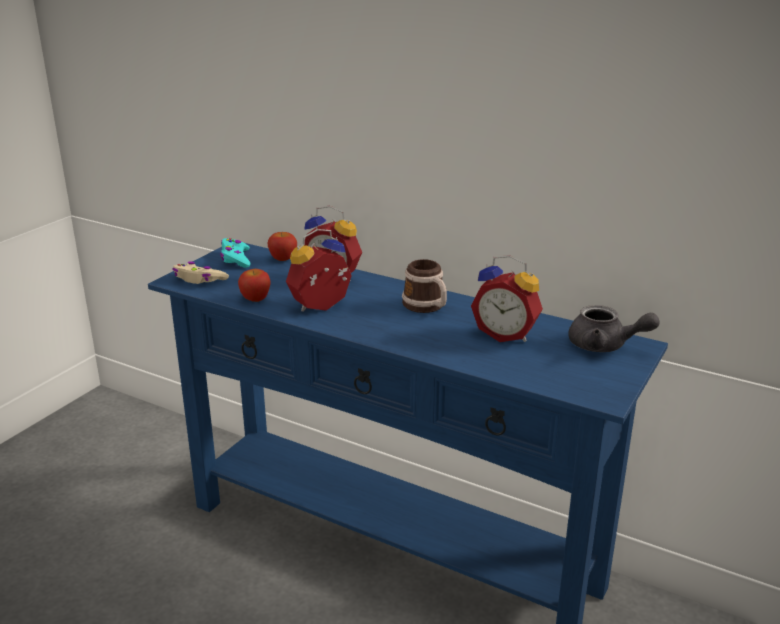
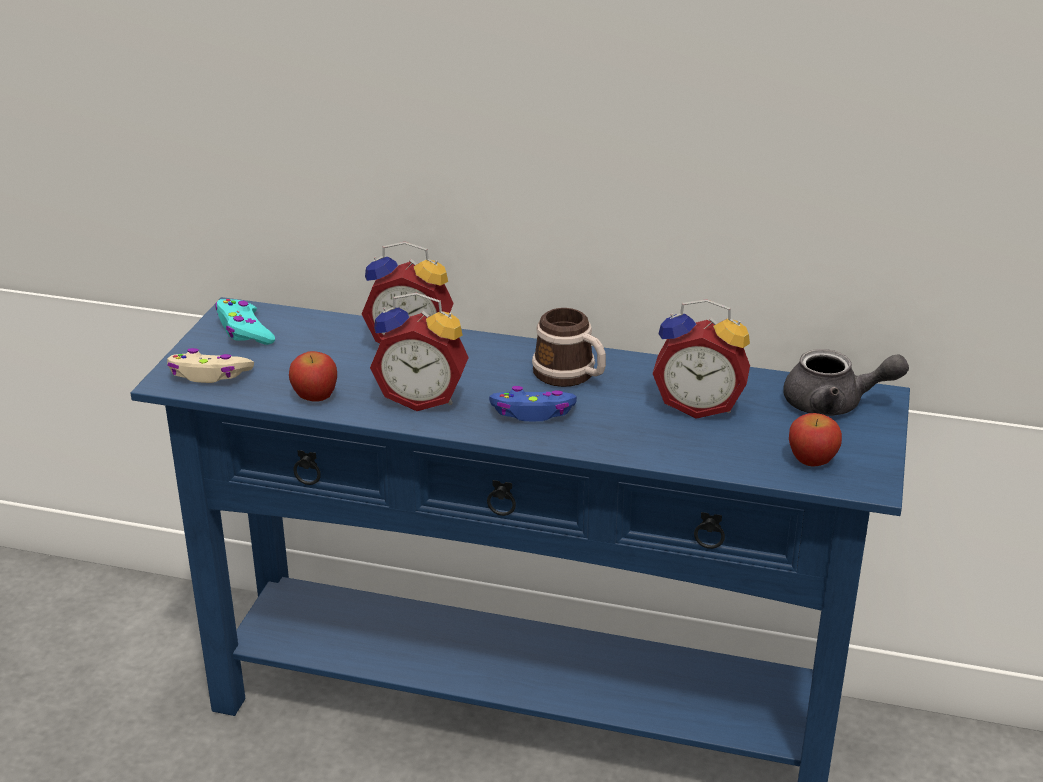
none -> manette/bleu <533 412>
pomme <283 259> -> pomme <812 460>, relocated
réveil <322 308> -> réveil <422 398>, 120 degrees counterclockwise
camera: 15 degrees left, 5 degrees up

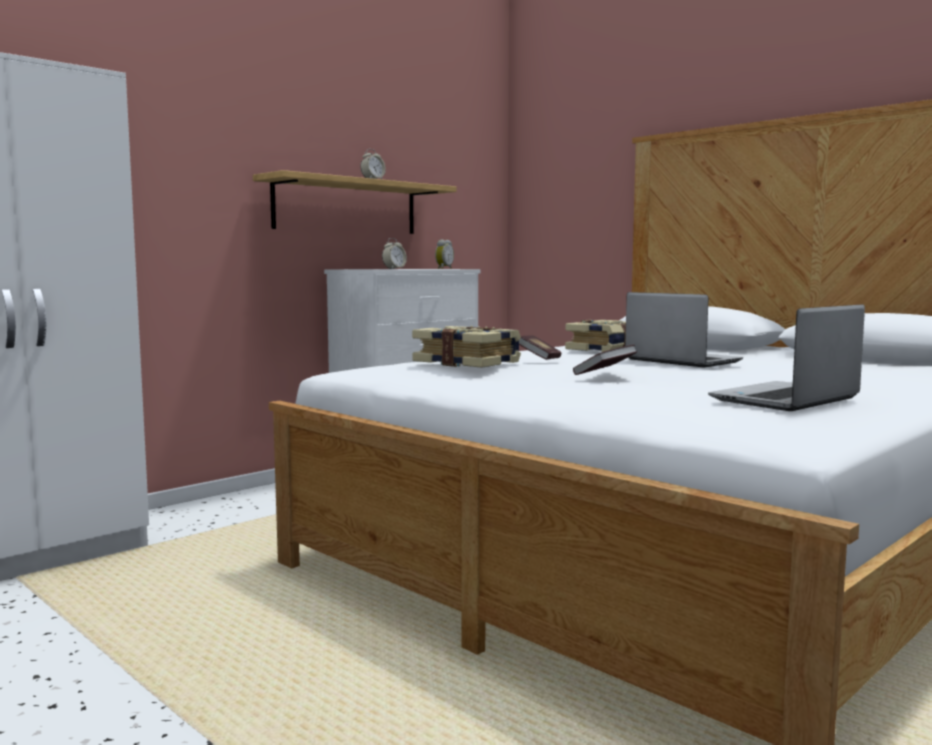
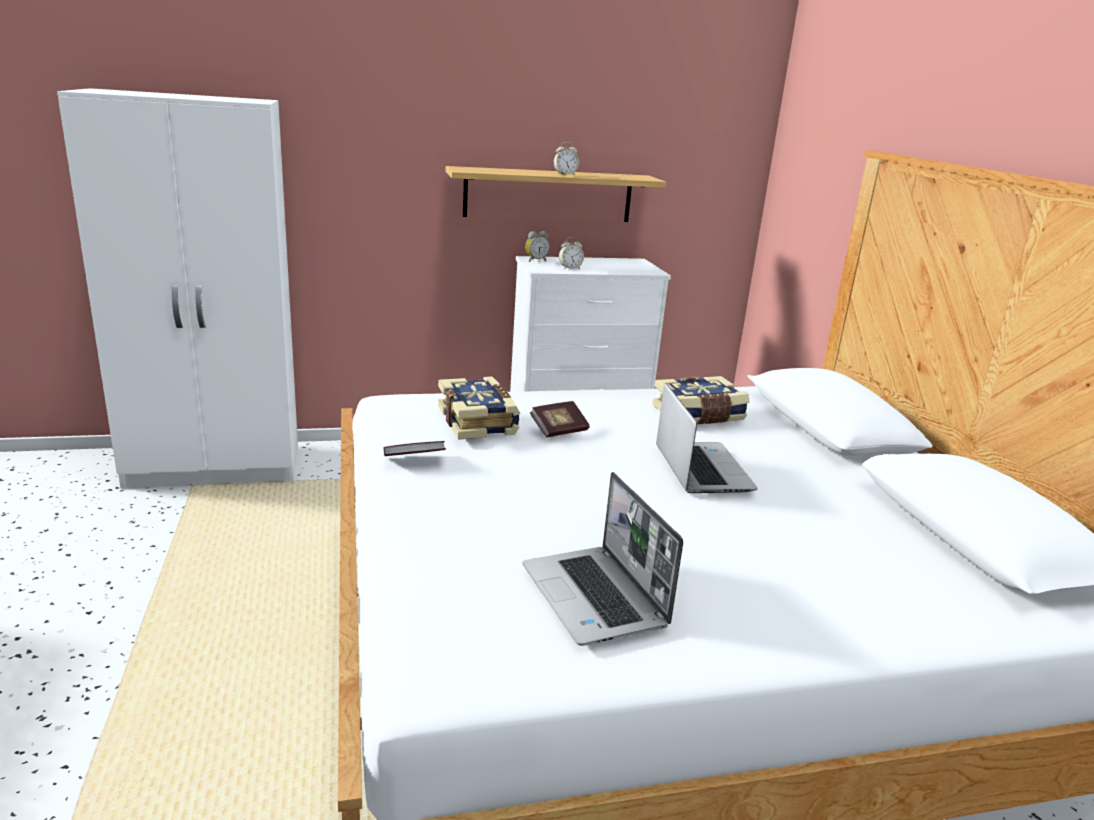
réveil <443 268> -> réveil <535 260>, relocated
livre <604 373> -> livre <414 461>, relocated
ordinateur portable <785 399> -> ordinateur portable <595 597>, 105 degrees counterclockwise
camera: 30 degrees right, 15 degrees up

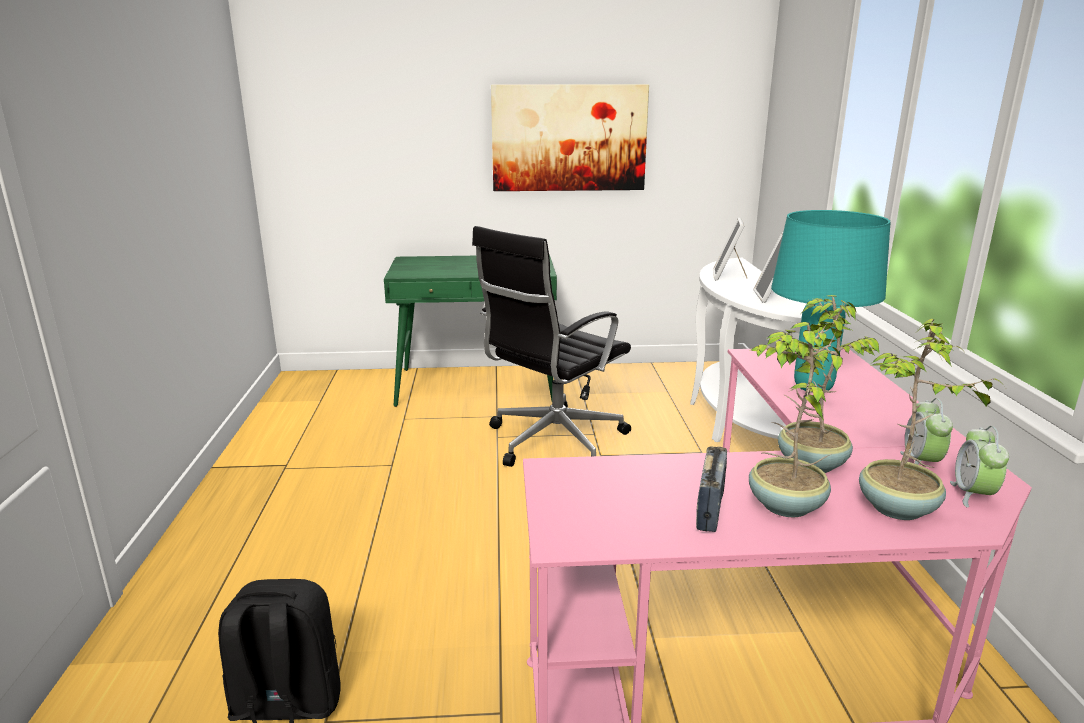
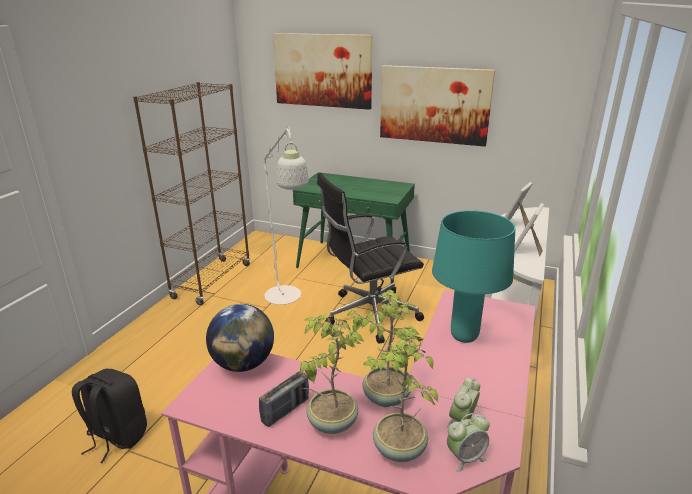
none -> bibliothèque/marron <212 281>
none -> globe <243 364>
none -> lampadaire/blanc <286 299>
none -> tableau <322 70>
réveil <973 495> -> réveil <465 457>, 150 degrees counterclockwise
camera: 25 degrees right, 5 degrees up

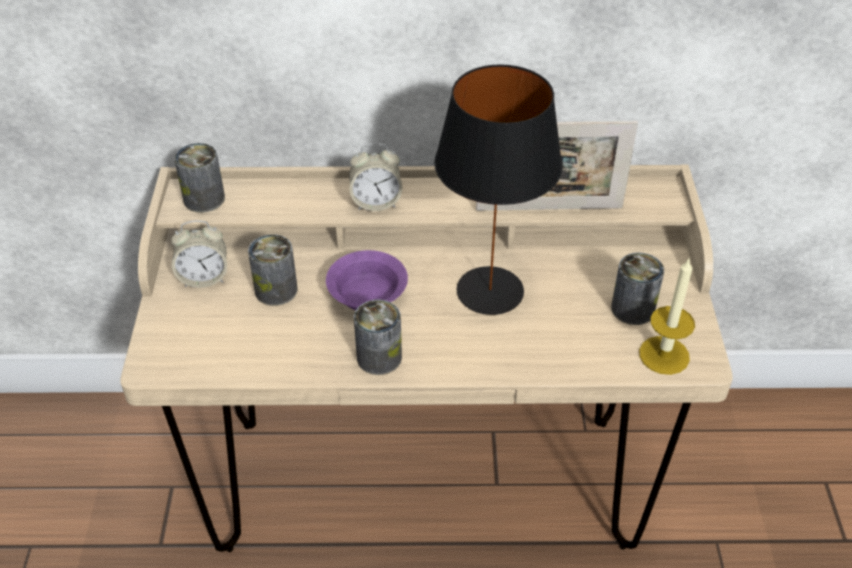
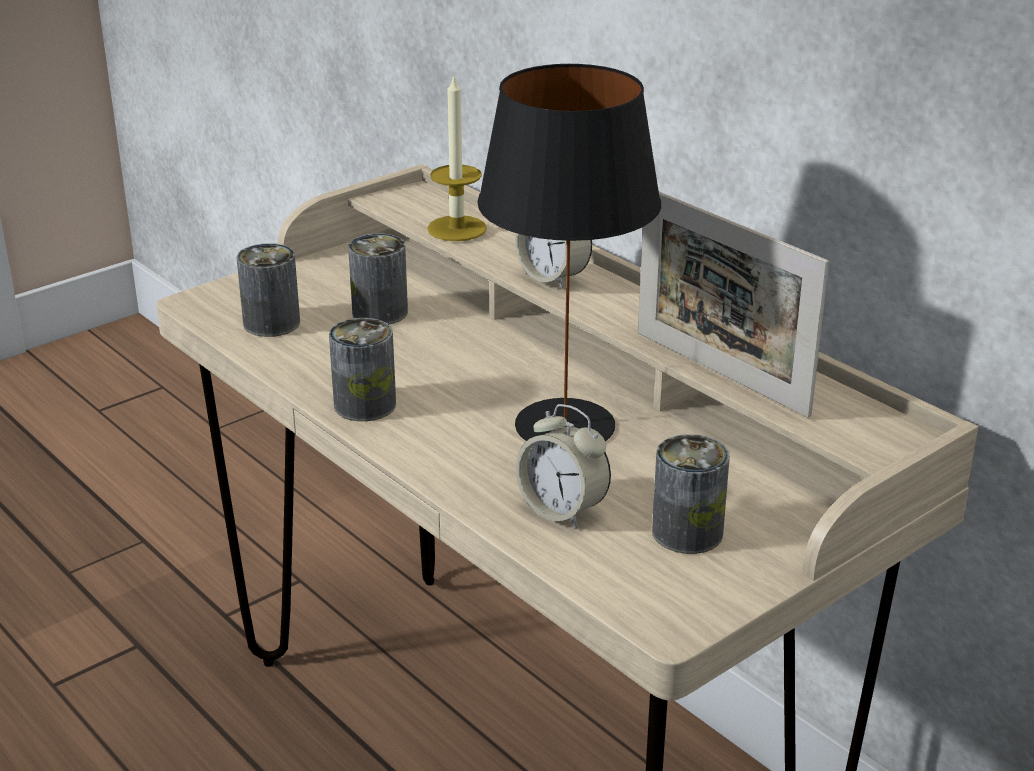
bol/violet <368 296> -> none
réveil <204 278> -> réveil <562 510>, relocated
boîte métallique <204 199> -> boîte métallique <271 323>, relocated
bougie <664 355> -> bougie <457 228>, relocated
camera: 50 degrees right, 15 degrees down

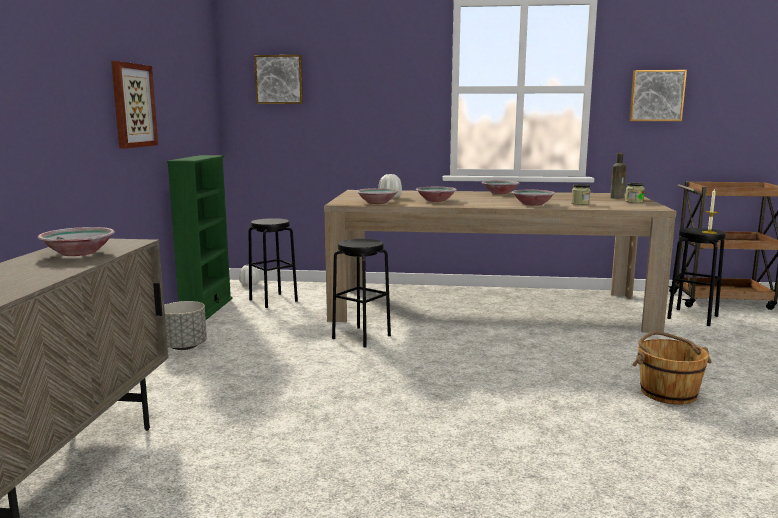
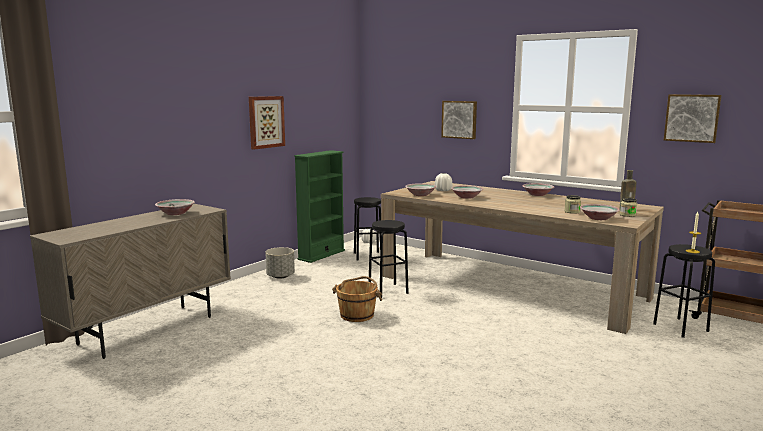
tableau <279 79> -> tableau <459 119>, relocated
bol <532 204> -> bol <598 218>, relocated
seau/marron <667 392> -> seau/marron <357 315>, relocated
camera: 30 degrees right, 0 degrees up

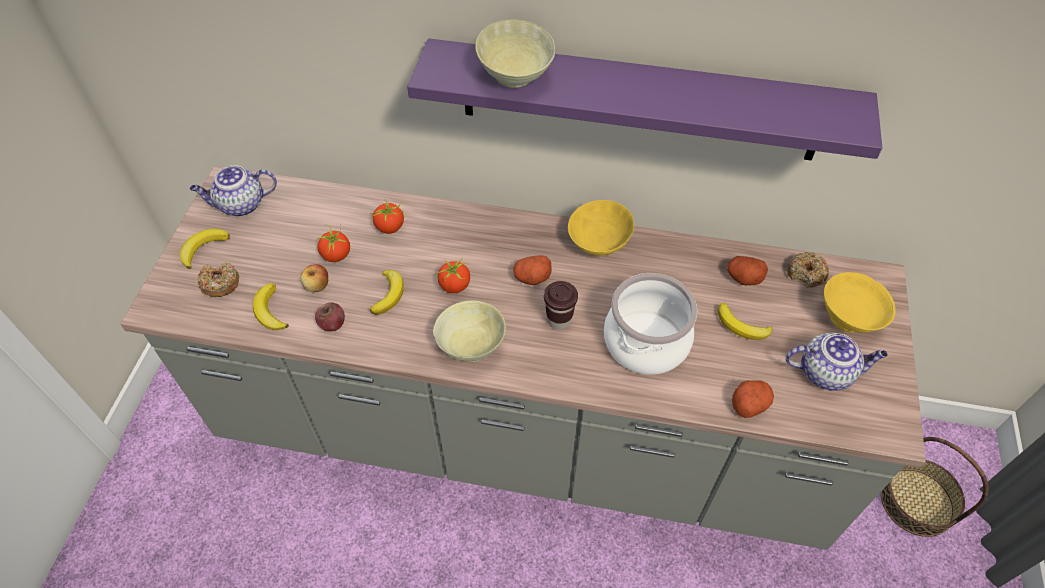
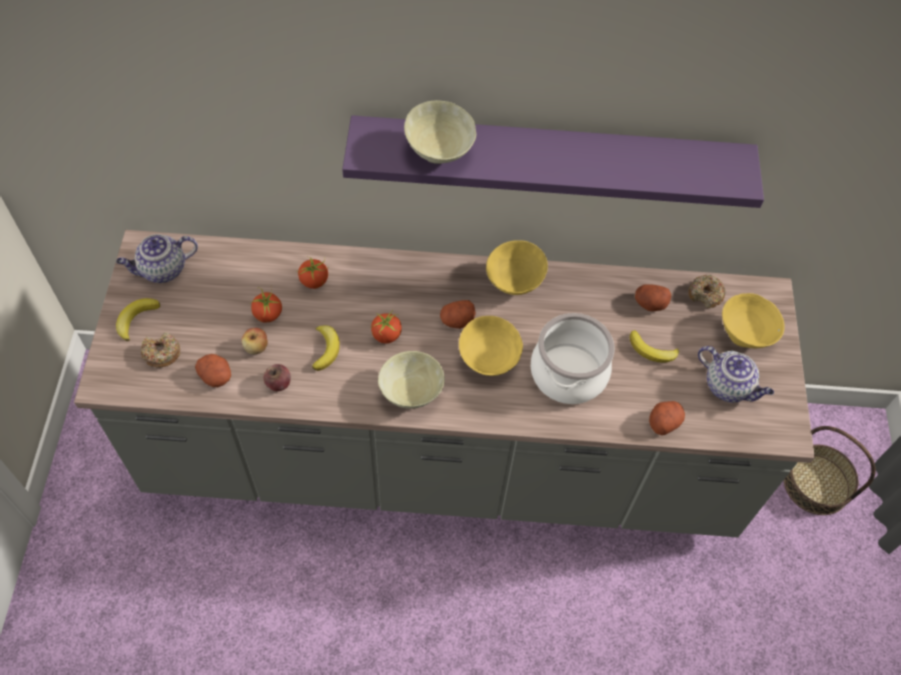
banane <270 311> -> pomme de terre <216 376>
tasse/marron <559 320> -> bol/jaune <487 360>
théière <826 372> -> théière <728 386>, 45 degrees clockwise
camera: 10 degrees left, 5 degrees up

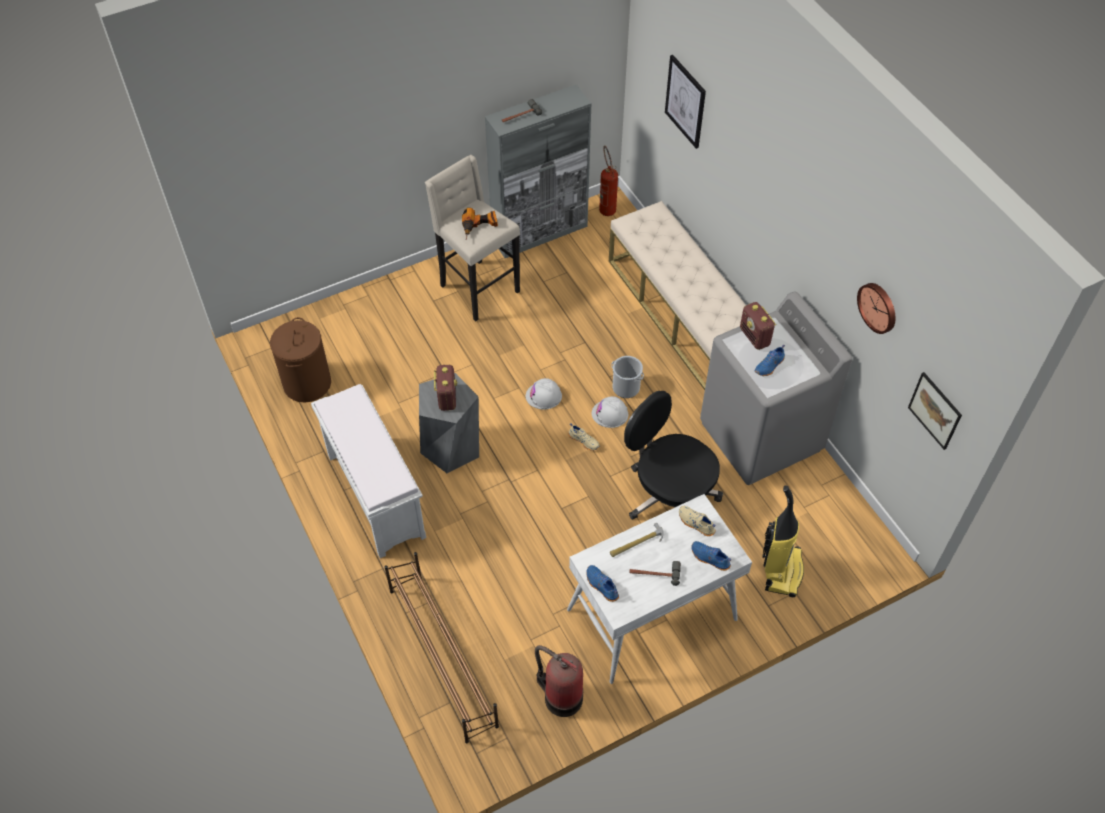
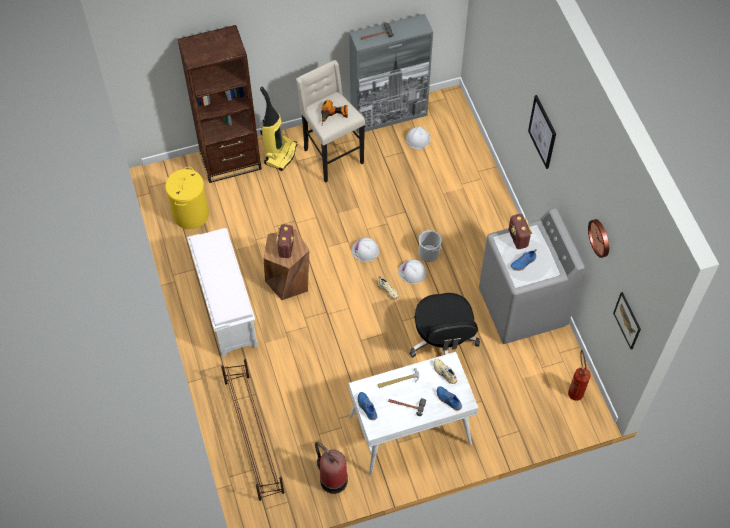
banc/beige <681 314> -> none
none -> bibliothèque/marron <230 161>
none -> casque de chantier/blanc <418 138>
extincteur <606 207> -> extincteur <574 390>, relocated
tableau <685 101> -> tableau <542 132>, relocated
aspirateur <781 570> -> aspirateur <280 154>, relocated
panier à linge/marron <307 383> -> panier à linge/jaune <191 214>
tabouret/gris <451 447> -> tabouret/marron <288 280>
chaise de bureau/noir <669 494> -> chaise de bureau/noir <443 342>, 150 degrees counterclockwise
camera: 10 degrees right, 5 degrees up

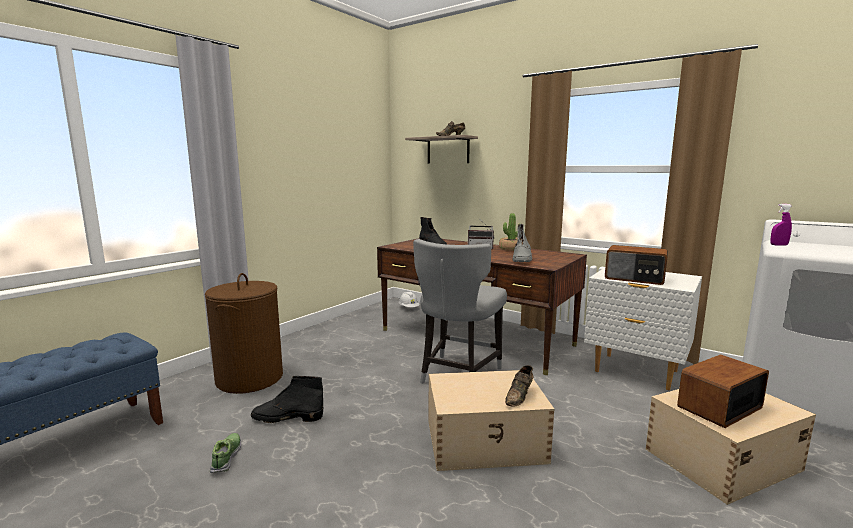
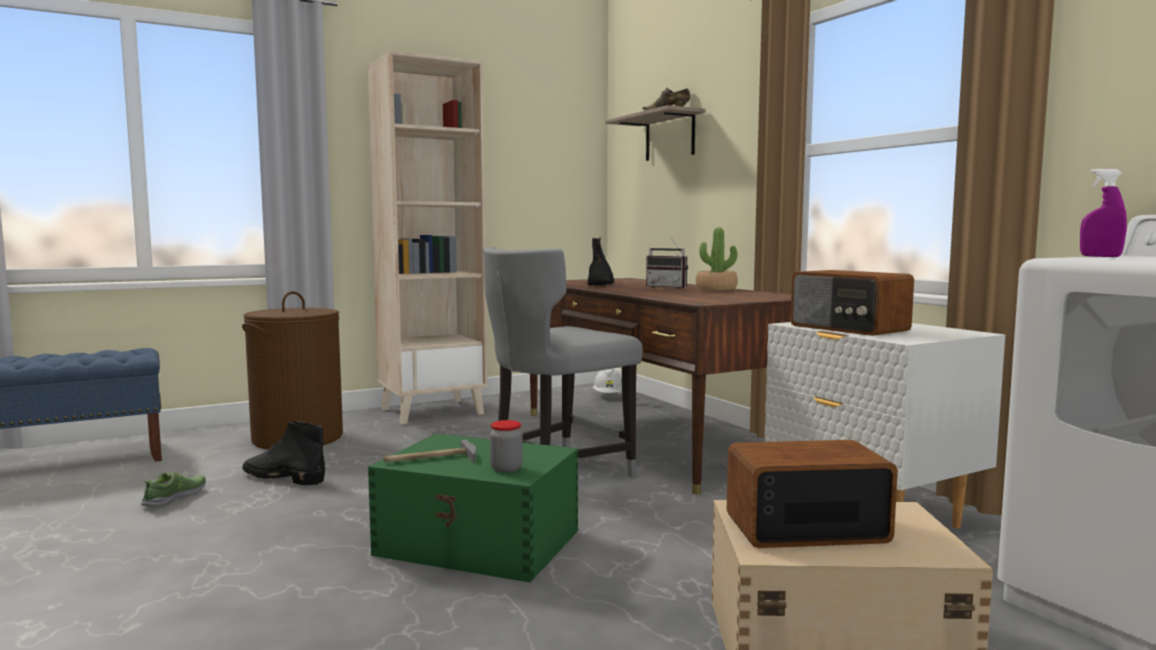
botte/gris <522 259> -> none
none -> bibliothèque/beige <433 411>
none -> marteau <431 459>
chaussure/marron <520 397> -> bocal <506 469>
boîte de rangement/beige <486 441> -> boîte de rangement/vert <480 543>
camera: 25 degrees right, 5 degrees down

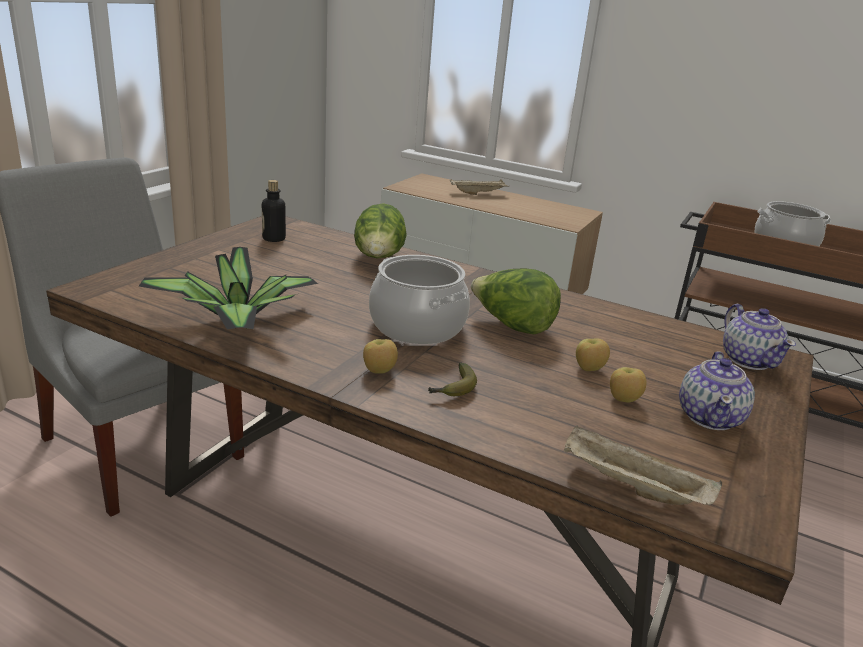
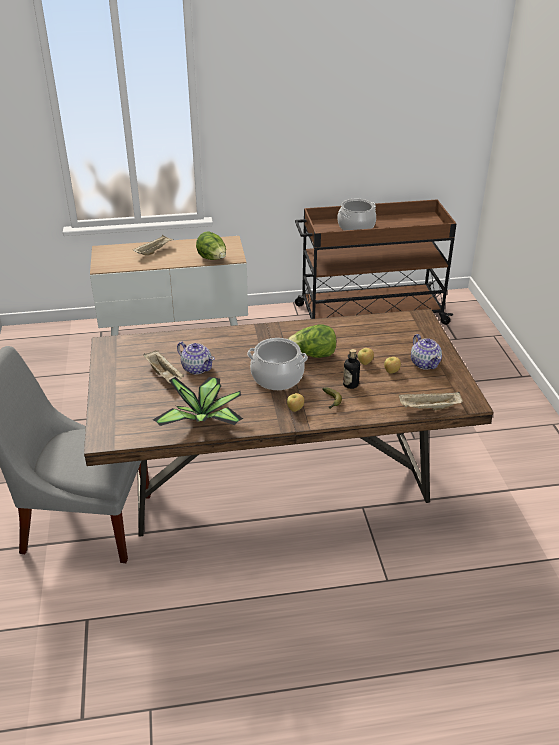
none -> plateau/beige <164 375>
bouteille <274 238> -> bouteille <350 384>, relocated
laitue <379 259> -> laitue <212 259>, relocated
théière <749 360> -> théière <196 368>, relocated
camera: 35 degrees left, 10 degrees up

